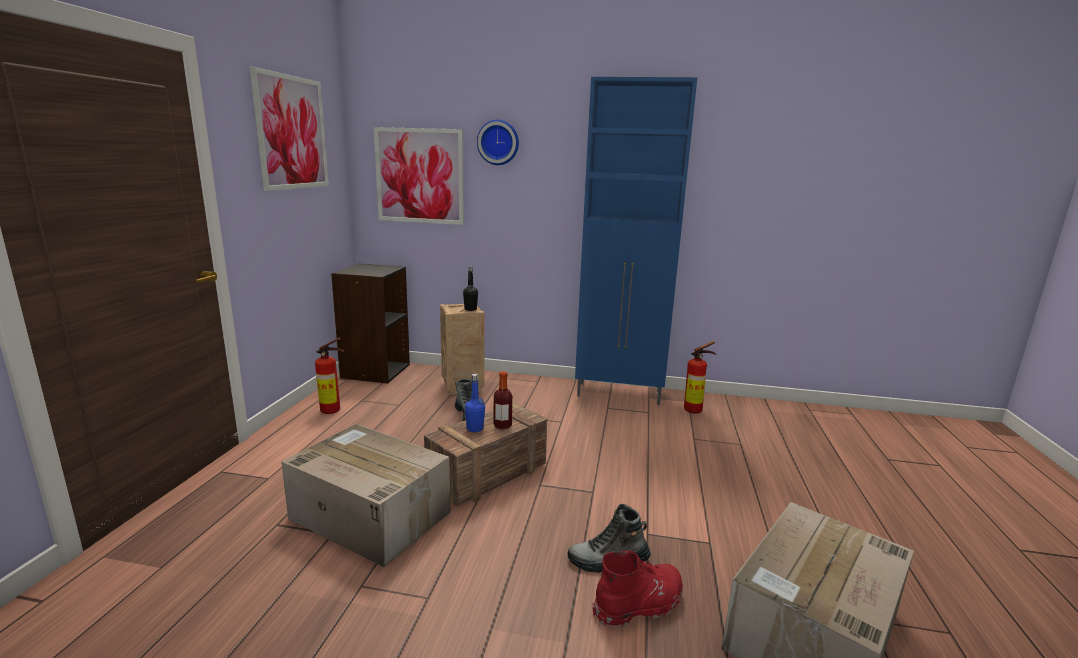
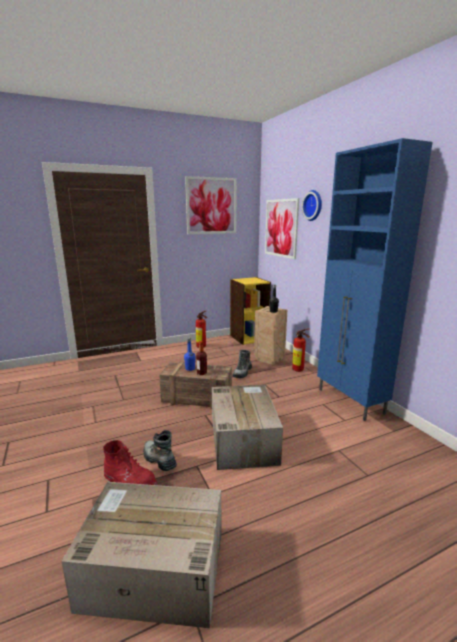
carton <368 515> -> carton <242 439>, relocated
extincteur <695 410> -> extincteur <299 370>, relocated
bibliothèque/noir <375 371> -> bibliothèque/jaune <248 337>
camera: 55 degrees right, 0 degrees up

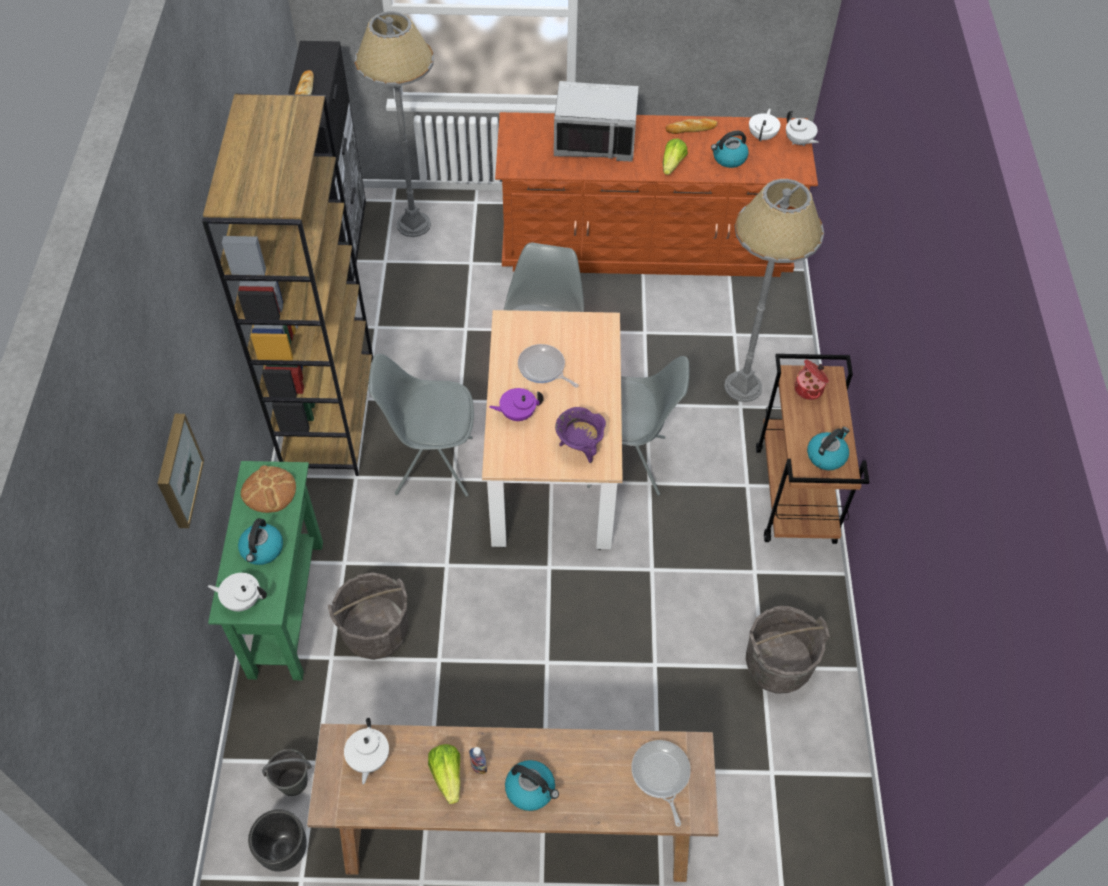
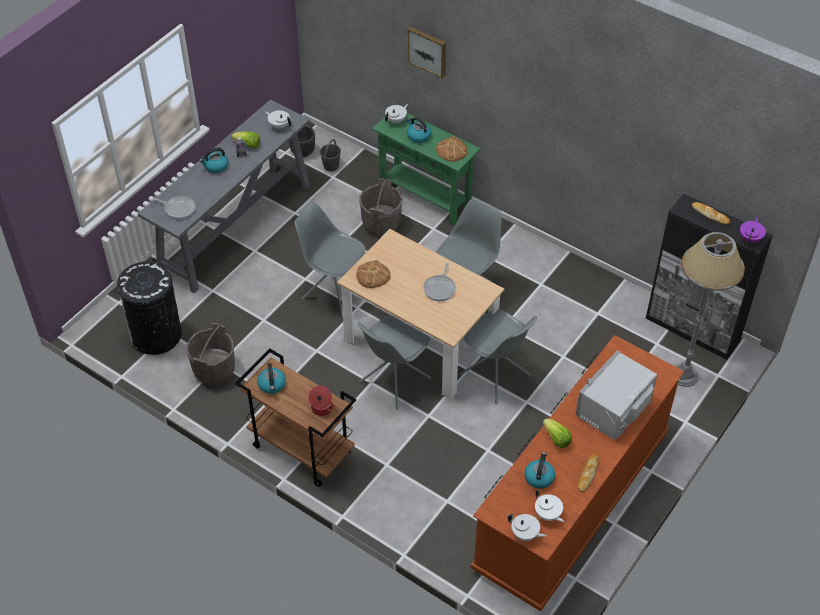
bibliothèque/marron <329 414> -> none
lampadaire/gris <743 386> -> none
none -> poubelle/noir <156 335>
none -> chaise/gris <333 292>
théière/violet <517 414> -> théière/violet <750 239>, relocated
marmite/violet <580 447> -> pain <373 275>
table console/marron <515 832> -> table console/gris <236 226>
poêle <543 368> -> poêle <440 288>, 120 degrees clockwise
théière/blanc <798 142> -> théière/blanc <525 534>, 150 degrees counterclockwise
camera: 125 degrees right, 5 degrees down

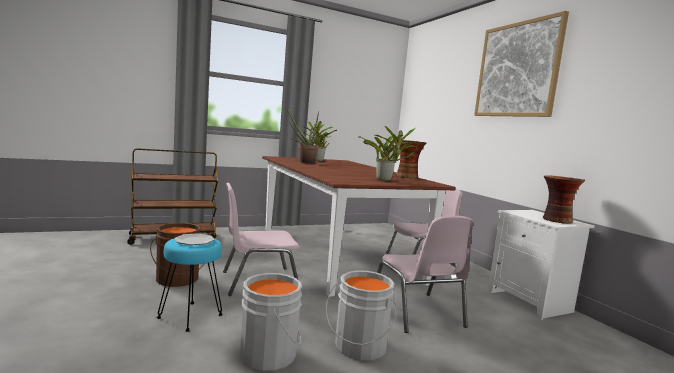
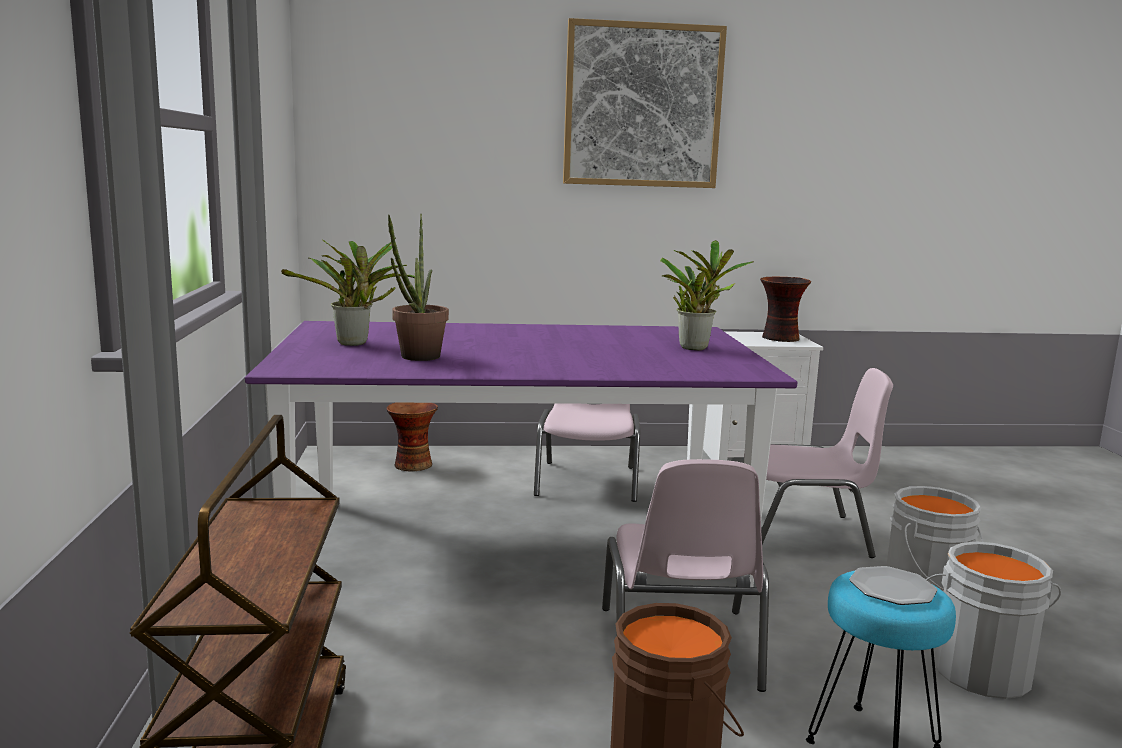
vase <406 176> -> vase <411 465>, relocated
table à manger/marron <334 254> -> table à manger/violet <516 542>
camera: 70 degrees left, 5 degrees up

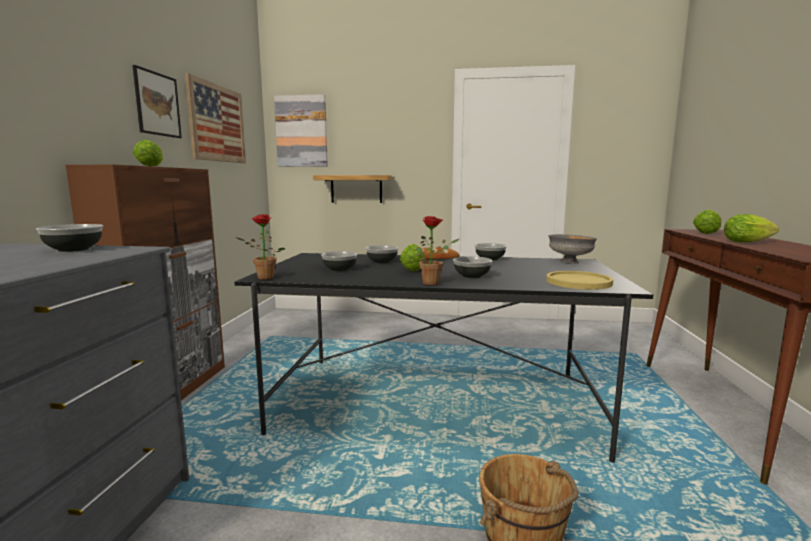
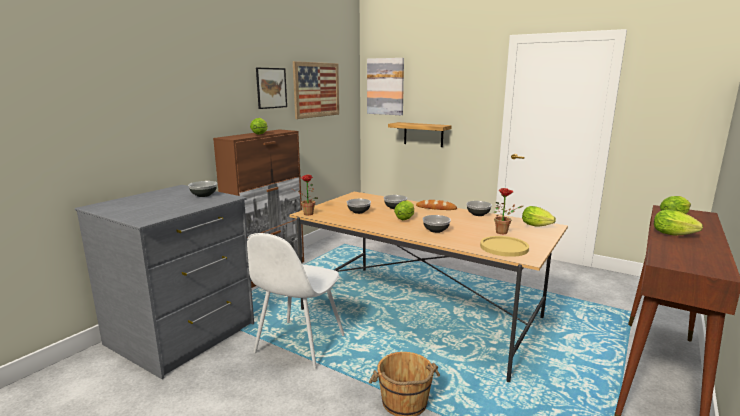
none -> chaise/blanc <298 345>
plante en pot <434 283> -> plante en pot <504 232>, relocated
bol/gris <570 262> -> laitue <538 226>
table à manger/noir <435 402> -> table à manger/beige <420 313>
camera: 25 degrees right, 5 degrees up

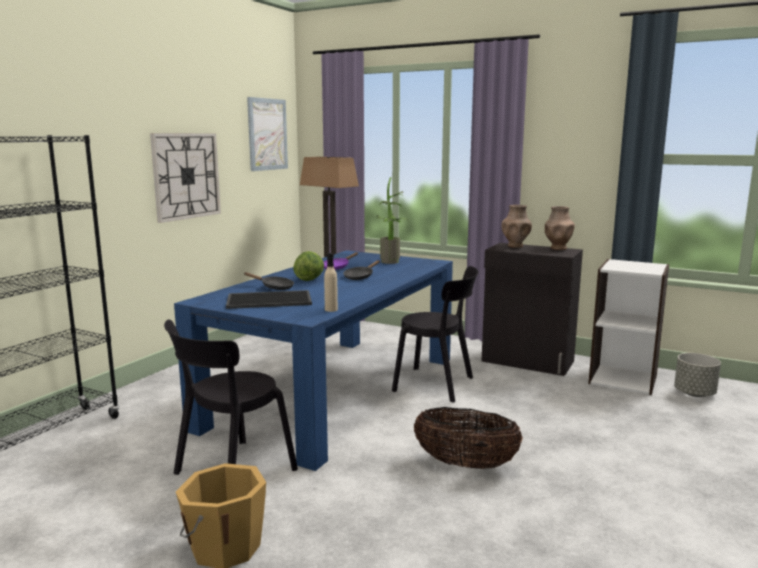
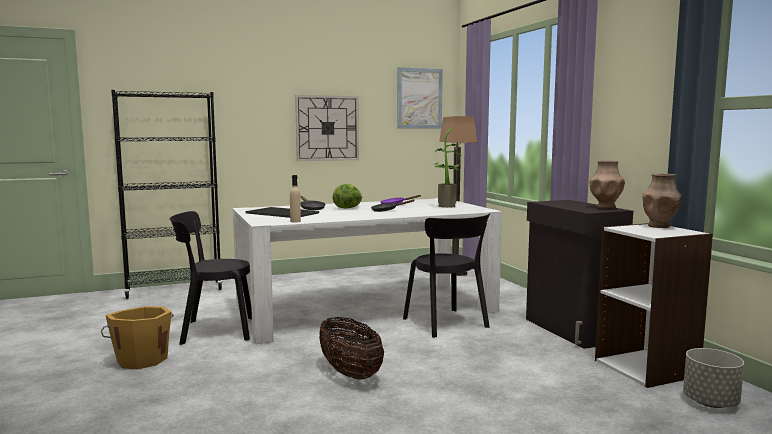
vase/marron <515 246> -> vase/marron <659 226>, relocated
table à manger/bleu <335 391> -> table à manger/blanc <365 308>
camera: 40 degrees right, 5 degrees down

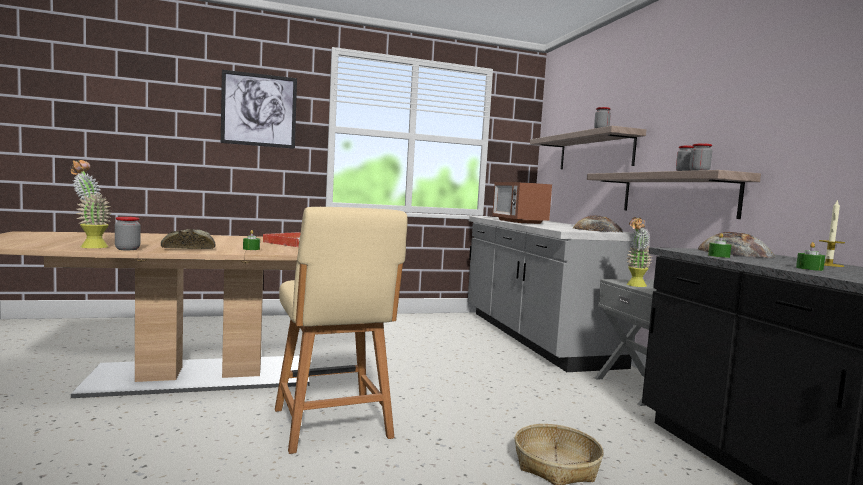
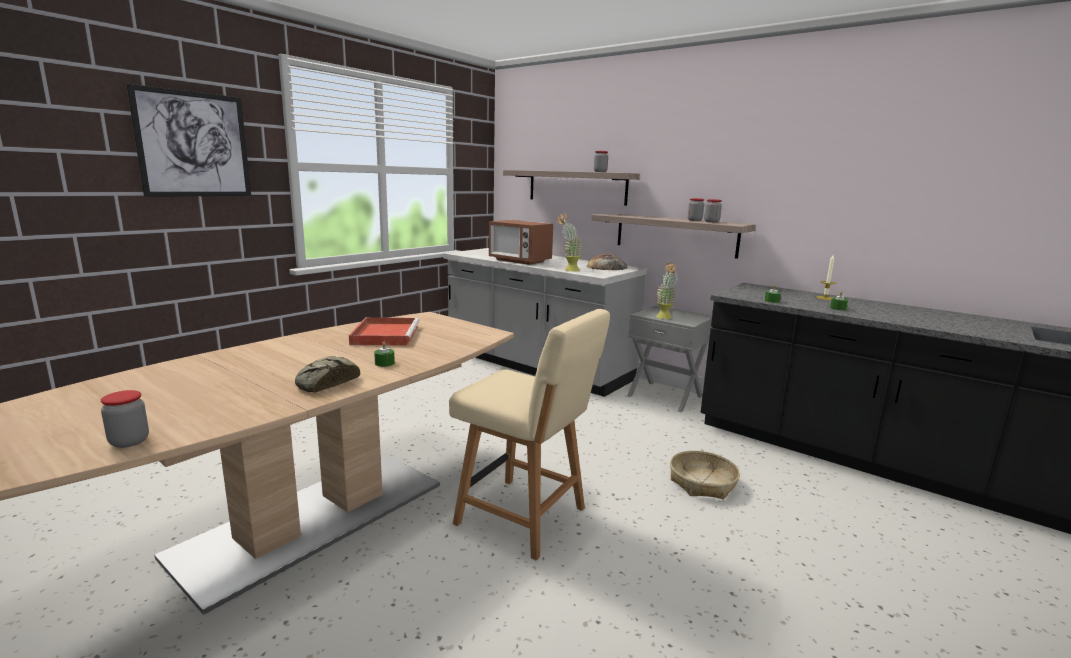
pain <734 253> -> none
plante en pot <89 246> -> plante en pot <568 270>, relocated
bocal <127 249> -> bocal <129 441>, relocated
camera: 35 degrees left, 10 degrees up

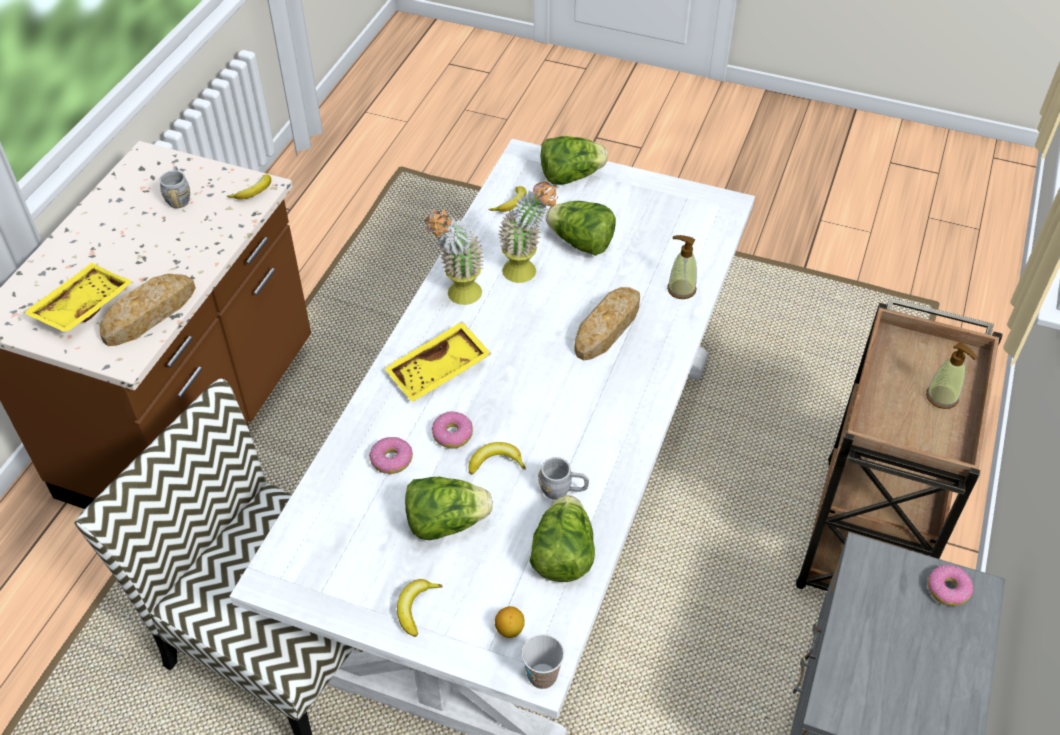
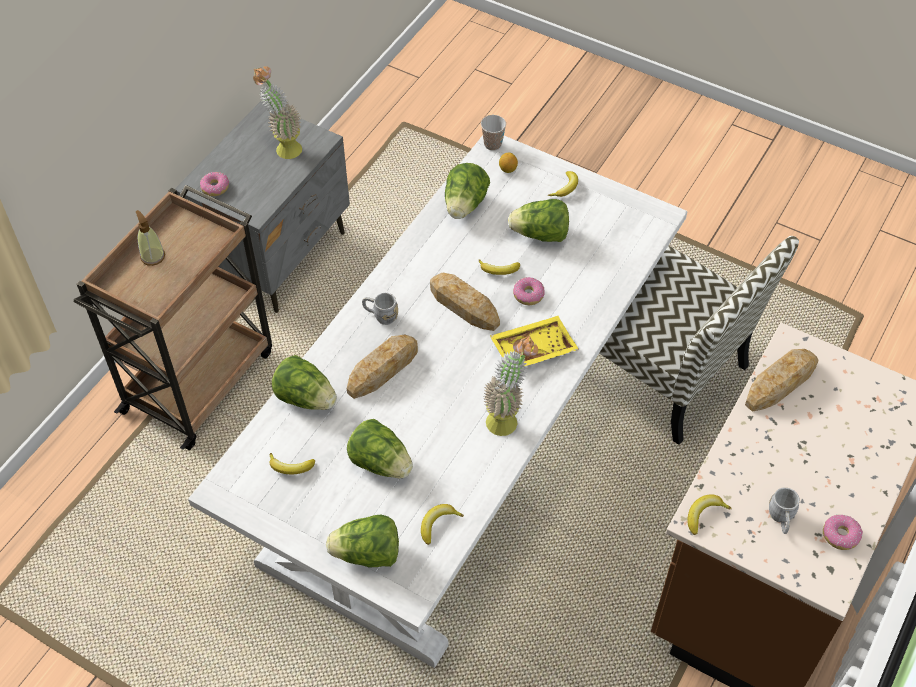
plateau/jaune <81 306> -> none
none -> banane <290 467>
none -> pain <463 305>
beignet <391 460> -> beignet <840 535>, relocated
plante en pot <527 273> -> plante en pot <283 147>, relocated
mug/gris <563 491> -> mug/gris <380 316>, relocated
distributeur de savon <681 289> -> laitue <306 398>
camera: 170 degrees left, 5 degrees up

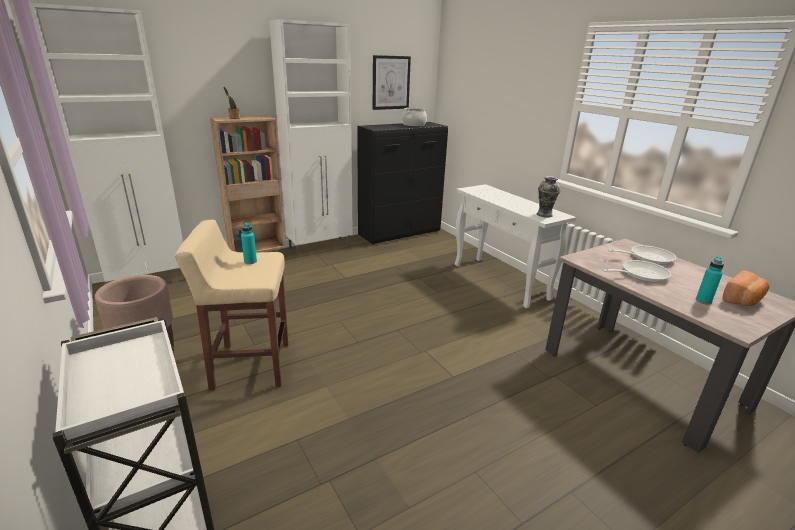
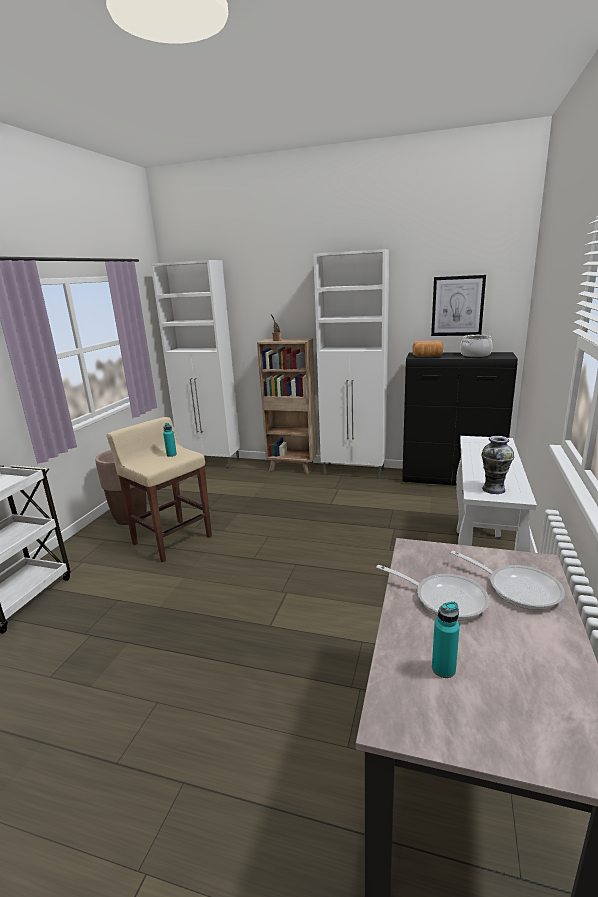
pain <743 300> -> pain <427 356>, relocated
camera: 50 degrees right, 5 degrees down

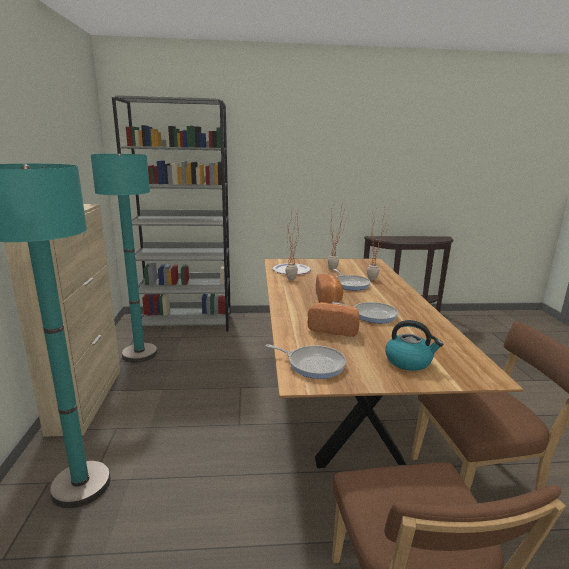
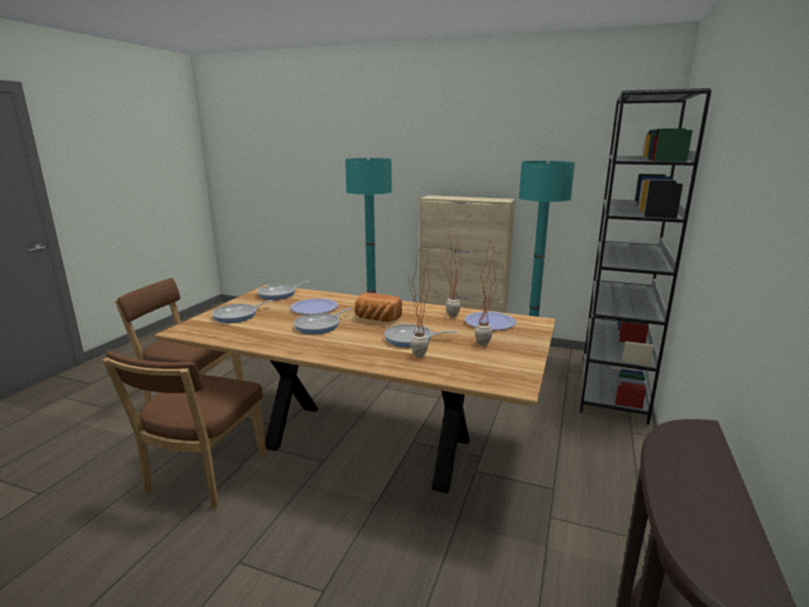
pain <334 329> -> assiette <314 308>
bouilloire <409 361> -> poêle <238 315>
camera: 115 degrees right, 0 degrees up

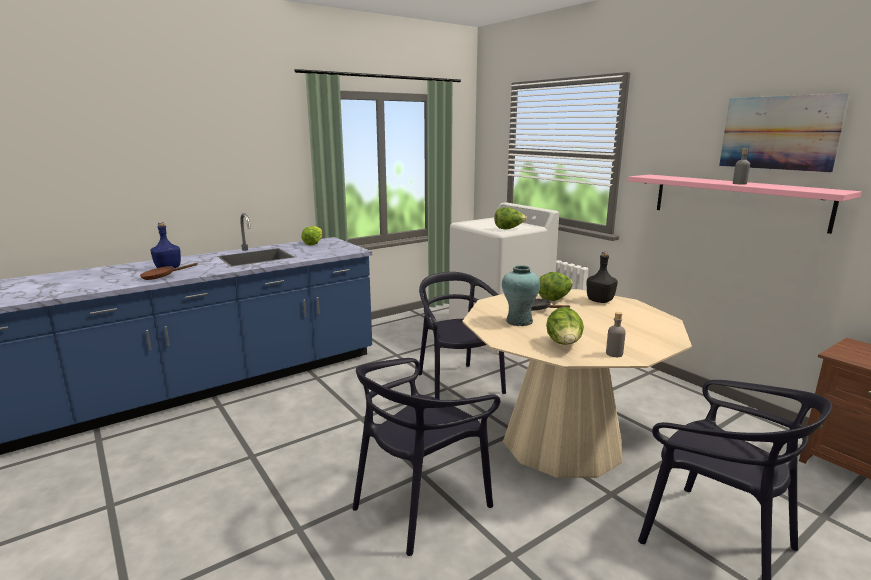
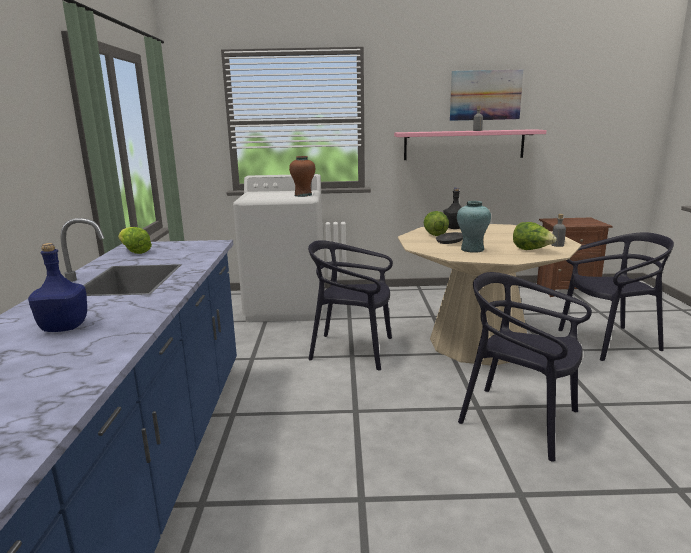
poêle/marron <162 277> -> none
laitue <509 229> -> vase/marron <303 195>
chaise/noir <421 504> -> chaise/noir <519 420>, 135 degrees clockwise
camera: 55 degrees left, 0 degrees up

